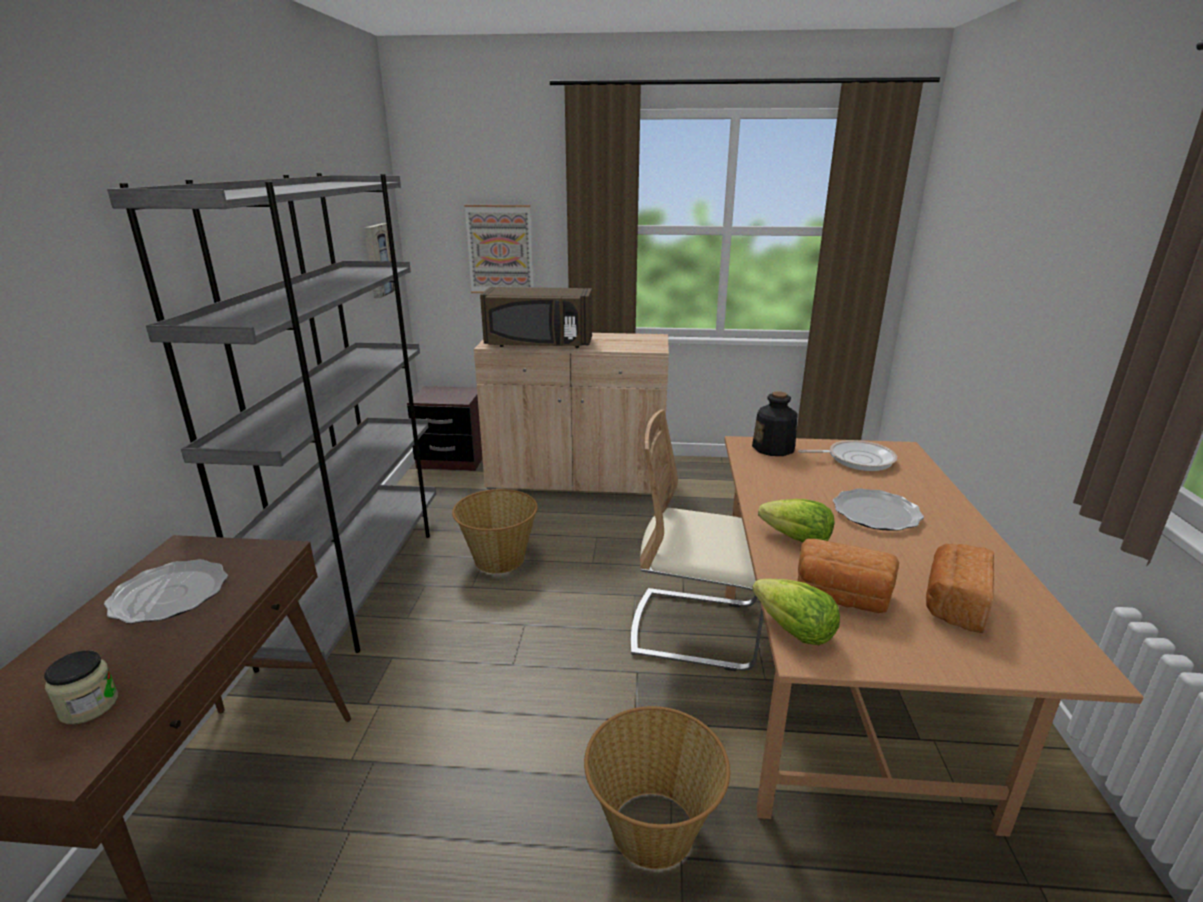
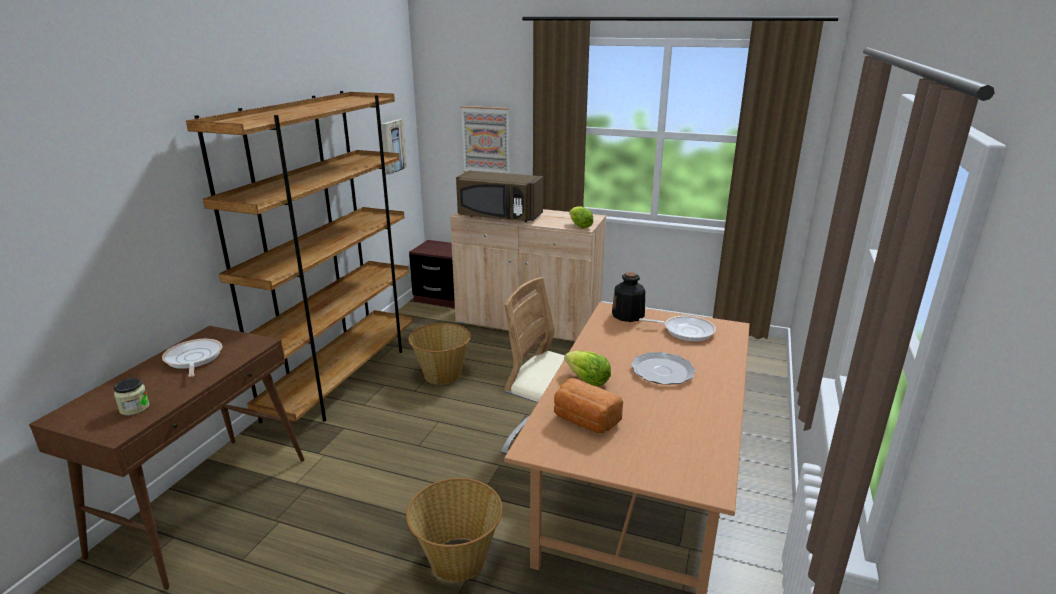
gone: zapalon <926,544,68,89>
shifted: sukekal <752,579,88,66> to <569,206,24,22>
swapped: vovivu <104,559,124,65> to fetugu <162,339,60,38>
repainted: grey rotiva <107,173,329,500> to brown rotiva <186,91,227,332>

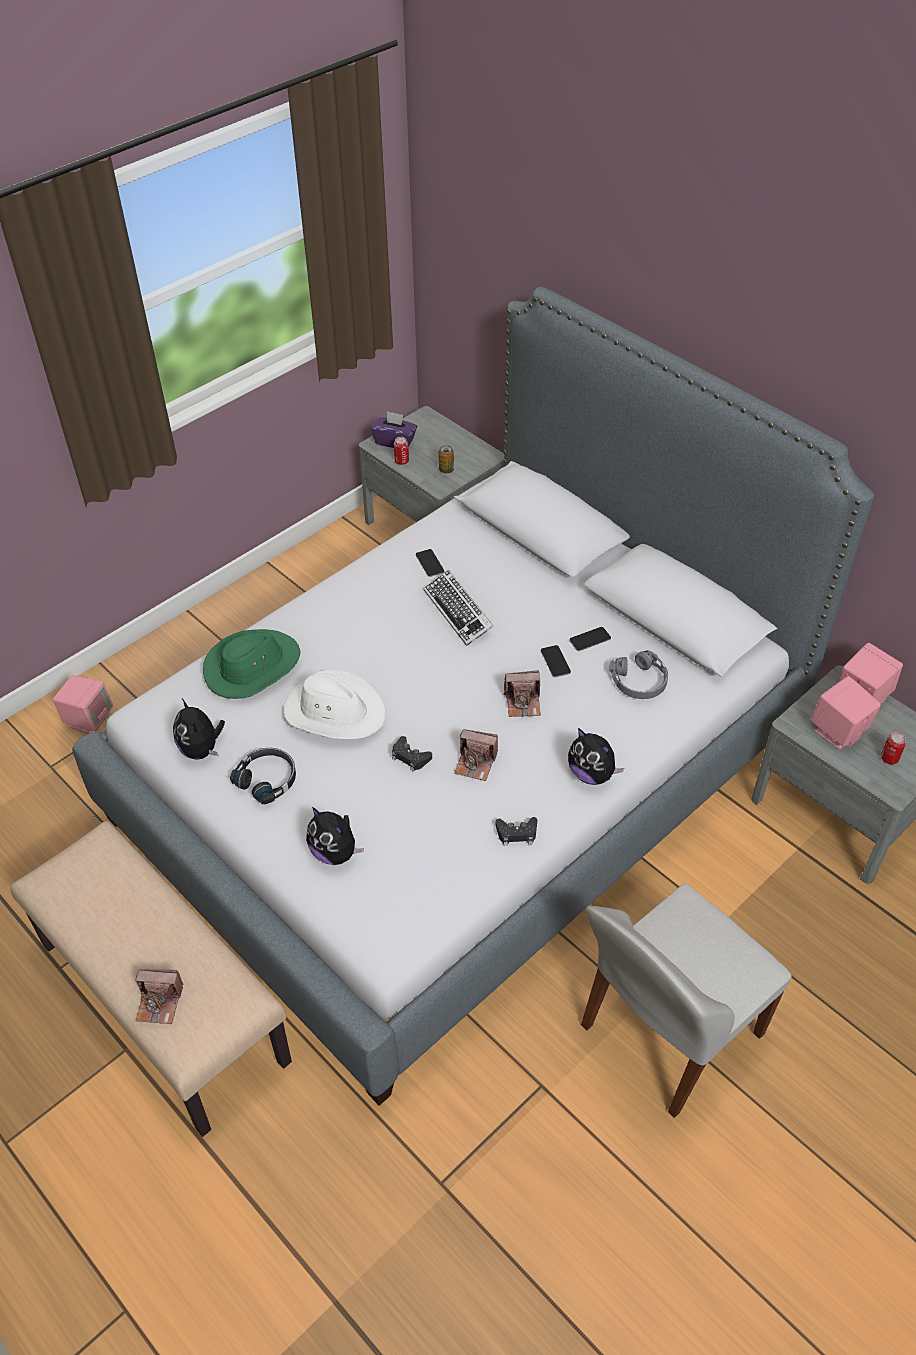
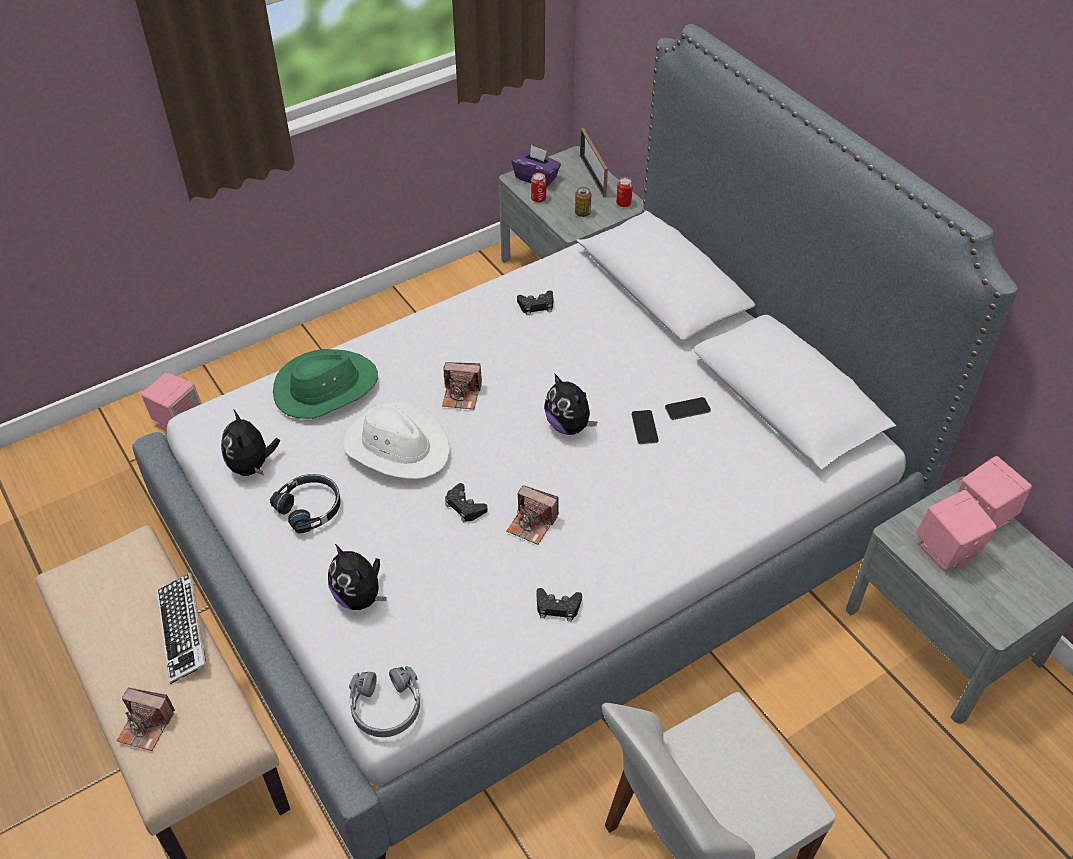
new: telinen <580,128,28,70>
shifted: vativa <423,570,71,76> to <157,573,51,111>; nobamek <503,670,38,47> to <442,362,40,48>; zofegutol <568,728,56,57> to <544,373,53,62>; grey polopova <609,650,59,49> to <349,666,71,71>; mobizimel <881,732,25,32> to <616,177,17,30>
swapped: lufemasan <416,549,28,28> to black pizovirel <517,290,36,25>

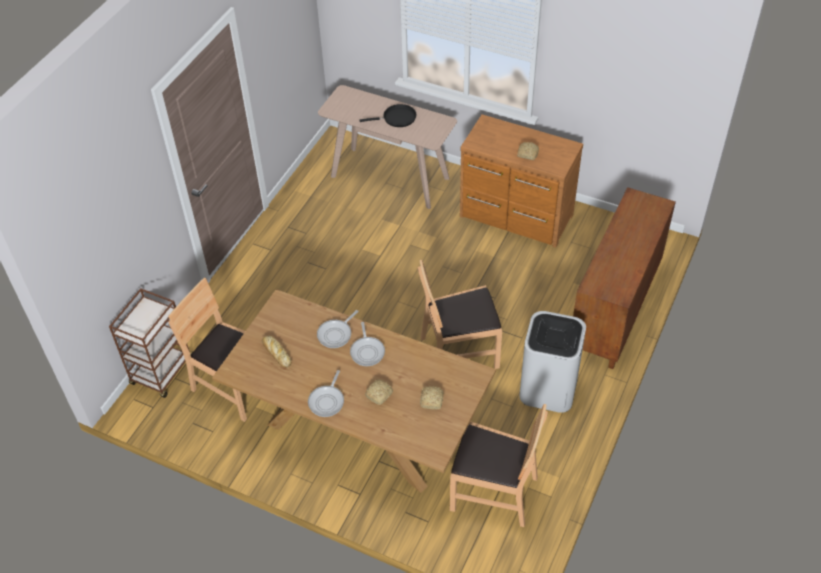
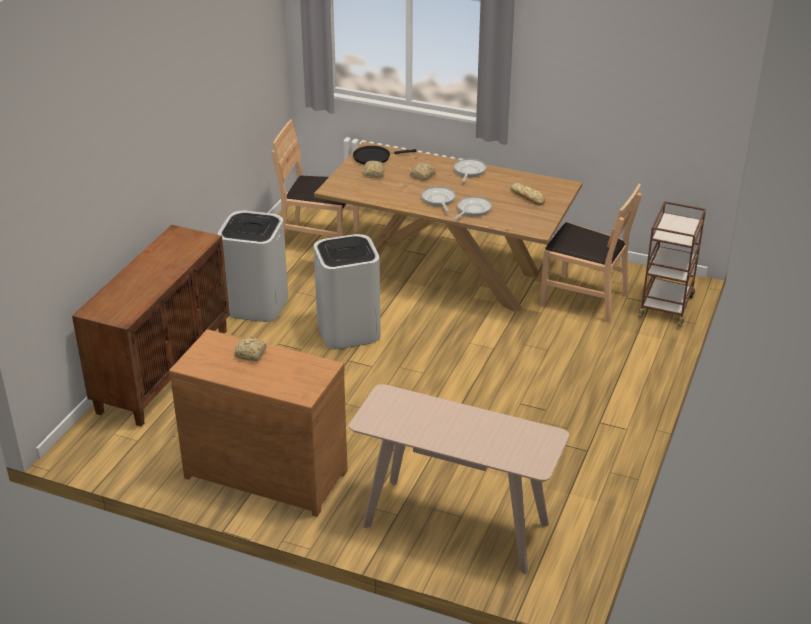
shifted: black fetugu <359,104,57,23> to <353,146,63,19>
swapped: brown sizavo <418,259,84,110> to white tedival <313,234,68,115>

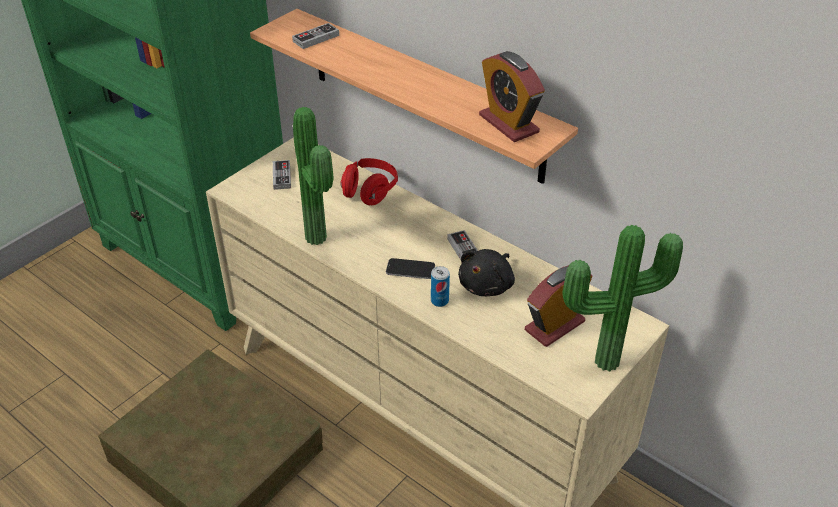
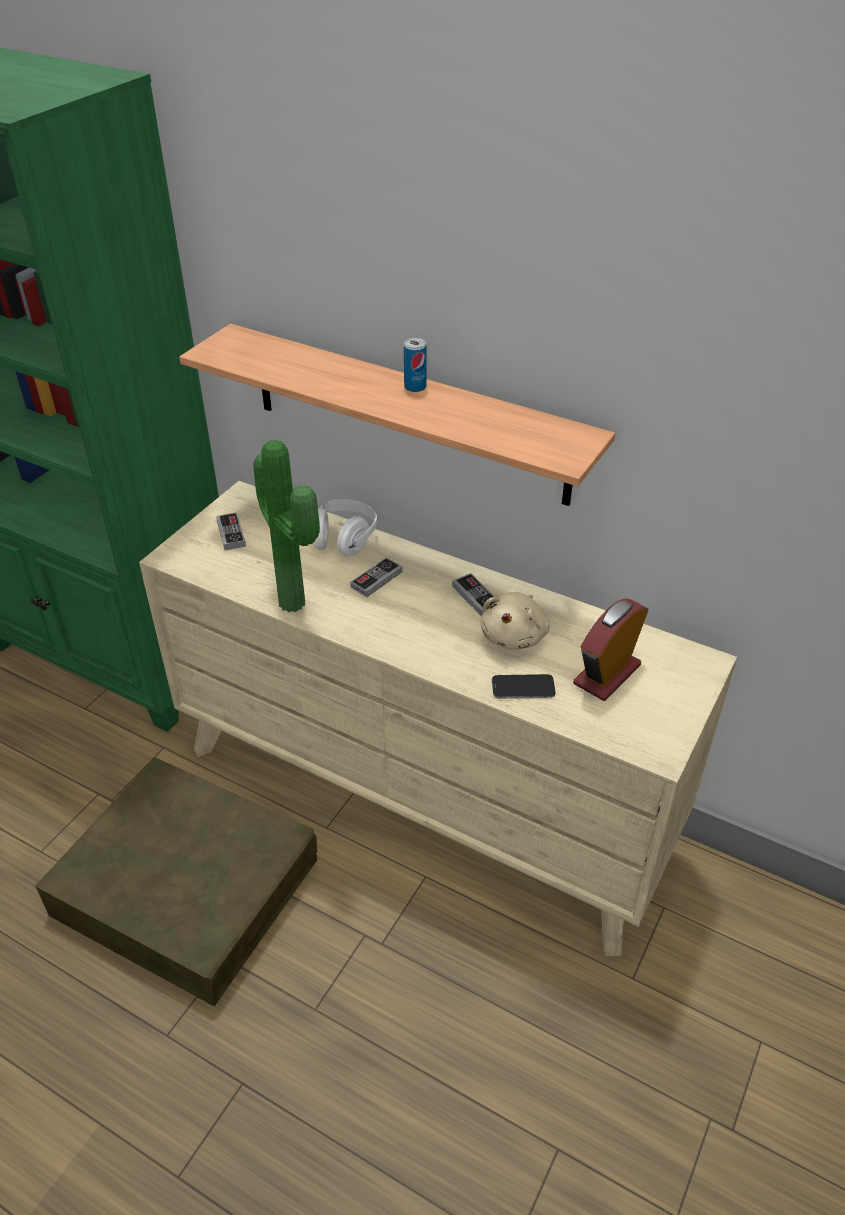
gone: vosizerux <479,51,66,91>; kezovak <562,225,121,146>
shifted: pizovirel <292,23,47,26> to <350,557,52,40>; lufemasan <386,258,49,21> to <492,674,64,25>; mobizimel <431,266,19,41> to <404,338,23,54>
repainted: red polopova <340,158,58,47> to white polopova <314,499,64,57>; black zofegutol <458,249,57,47> to beige zofegutol <480,592,70,58>

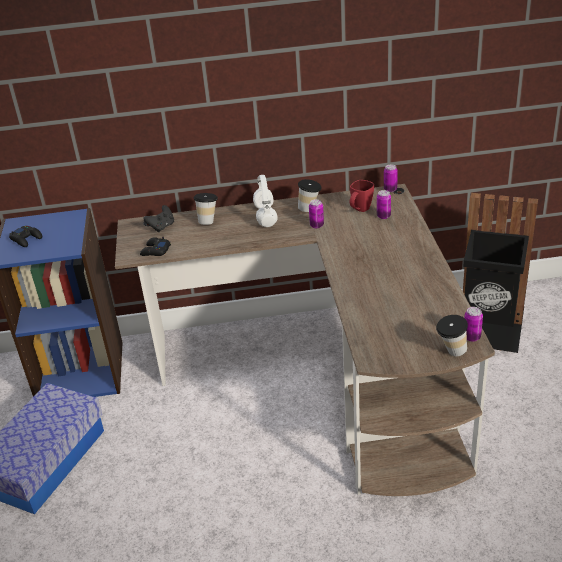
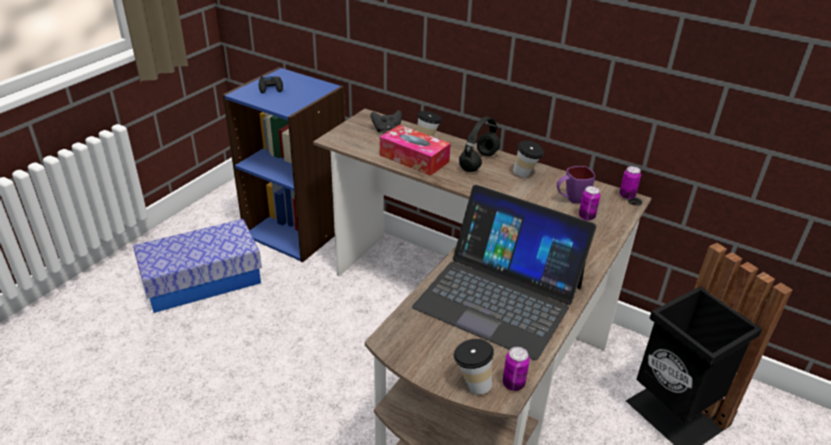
gone: black pizovirel <140,237,31,19>; mobizimel <309,199,15,29>
new: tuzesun <380,125,71,51>; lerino <412,185,185,175>
repainted: white polopova <253,175,25,52> to black polopova <459,117,41,55>; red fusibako <350,180,24,32> to purple fusibako <557,166,38,37>

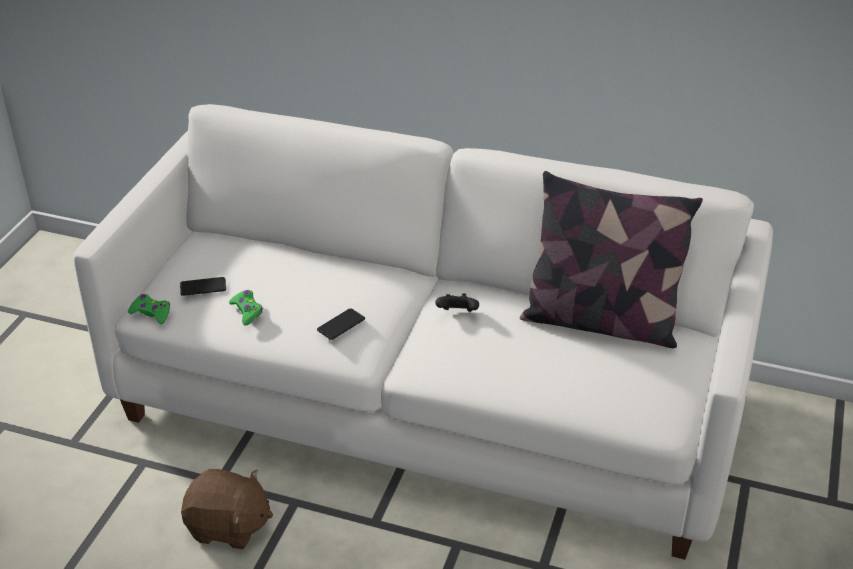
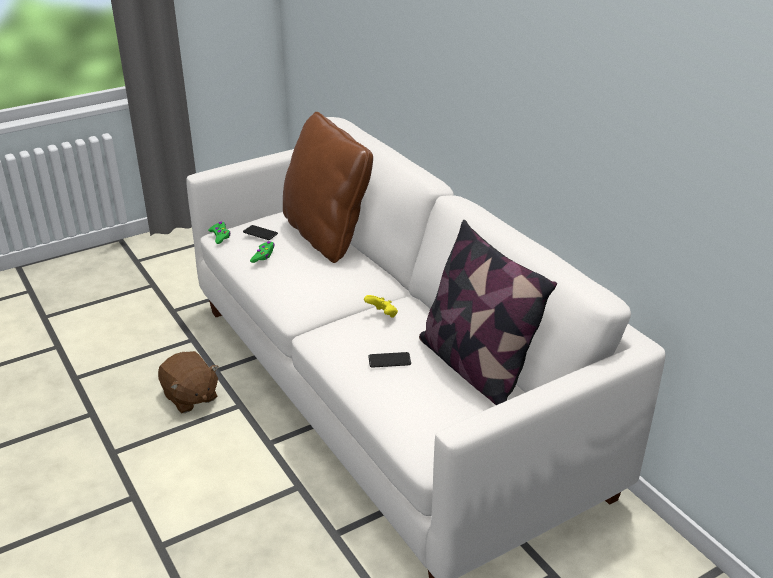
new: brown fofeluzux <283,112,90,151>
shifted: lufemasan <317,308,48,32> to <368,352,43,16>
repainted: black pizovirel <436,294,43,18> to yellow pizovirel <364,295,34,23>

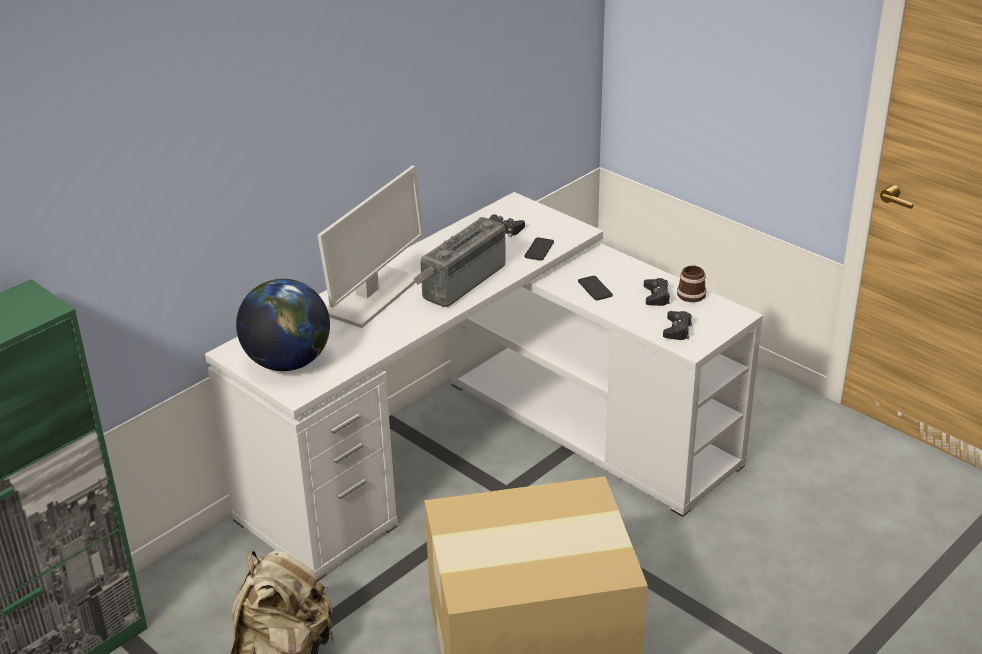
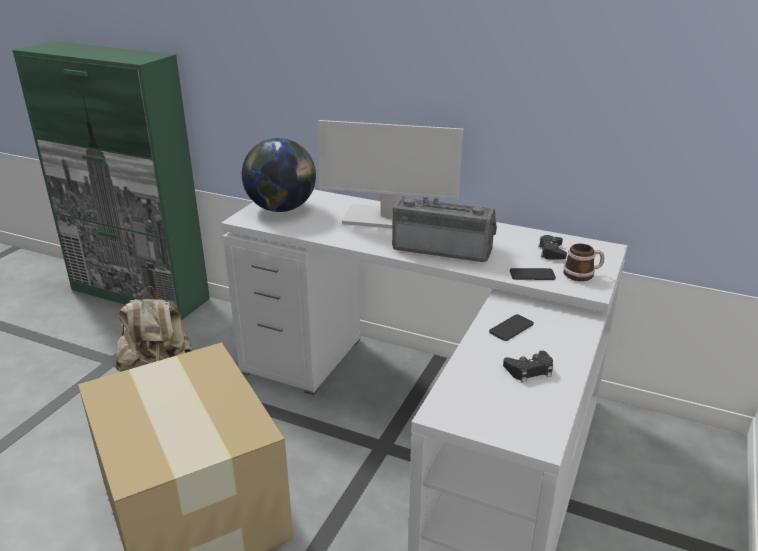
gone: black pizovirel <663,311,29,29>
shifted: fusibako <677,264,30,38> to <563,244,42,37>

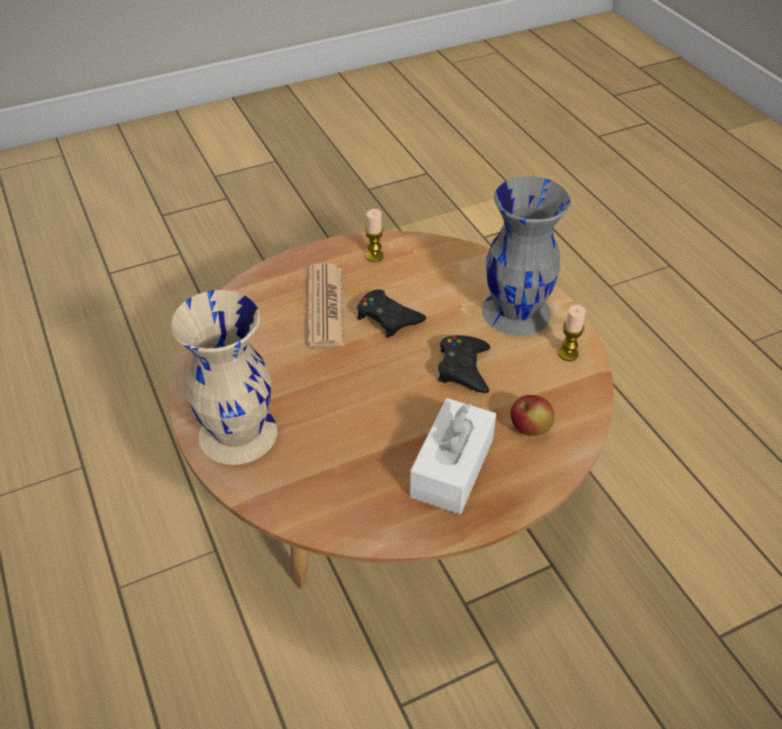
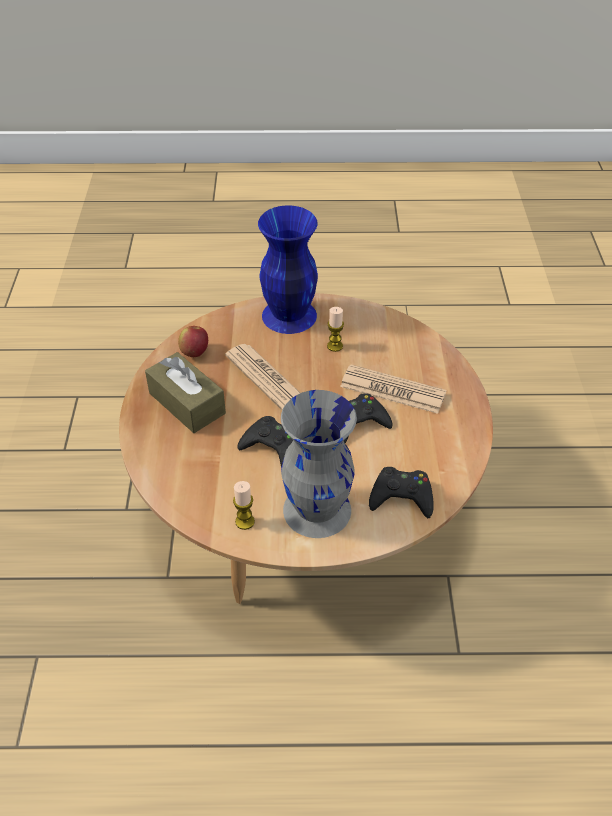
new: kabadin <225,344,75,66>; black pizovirel <369,467,65,51>
shifted: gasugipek <365,209,19,53> to <327,307,17,45>; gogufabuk <510,395,44,41> to <178,326,30,31>
repainted: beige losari <171,290,106,175> to blue losari <258,206,60,128>; white tuzesun <410,398,86,117> to brown tuzesun <145,352,81,81>

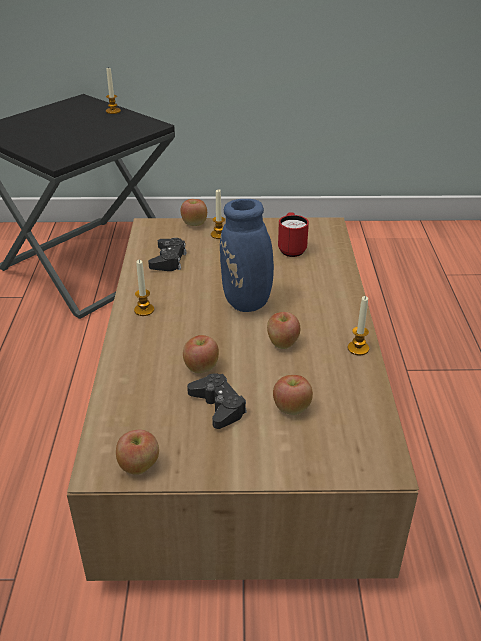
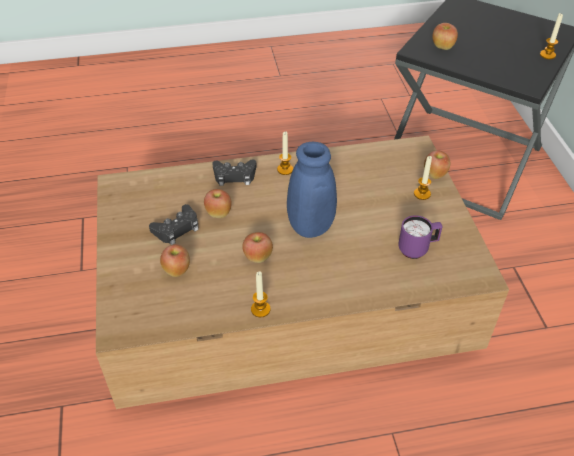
shifted: gogufabuk <116,429,43,46> to <432,23,26,27>; black pizovirel <148,238,39,33> to <212,159,45,27>
repainted: red fusibako <278,212,31,45> to purple fusibako <398,215,44,44>

